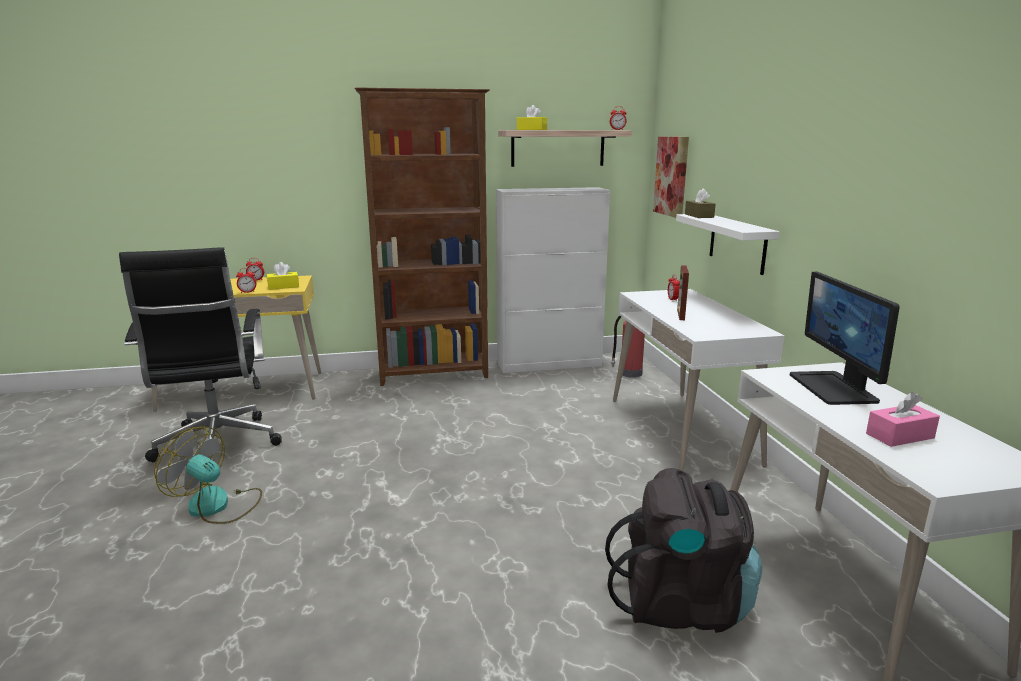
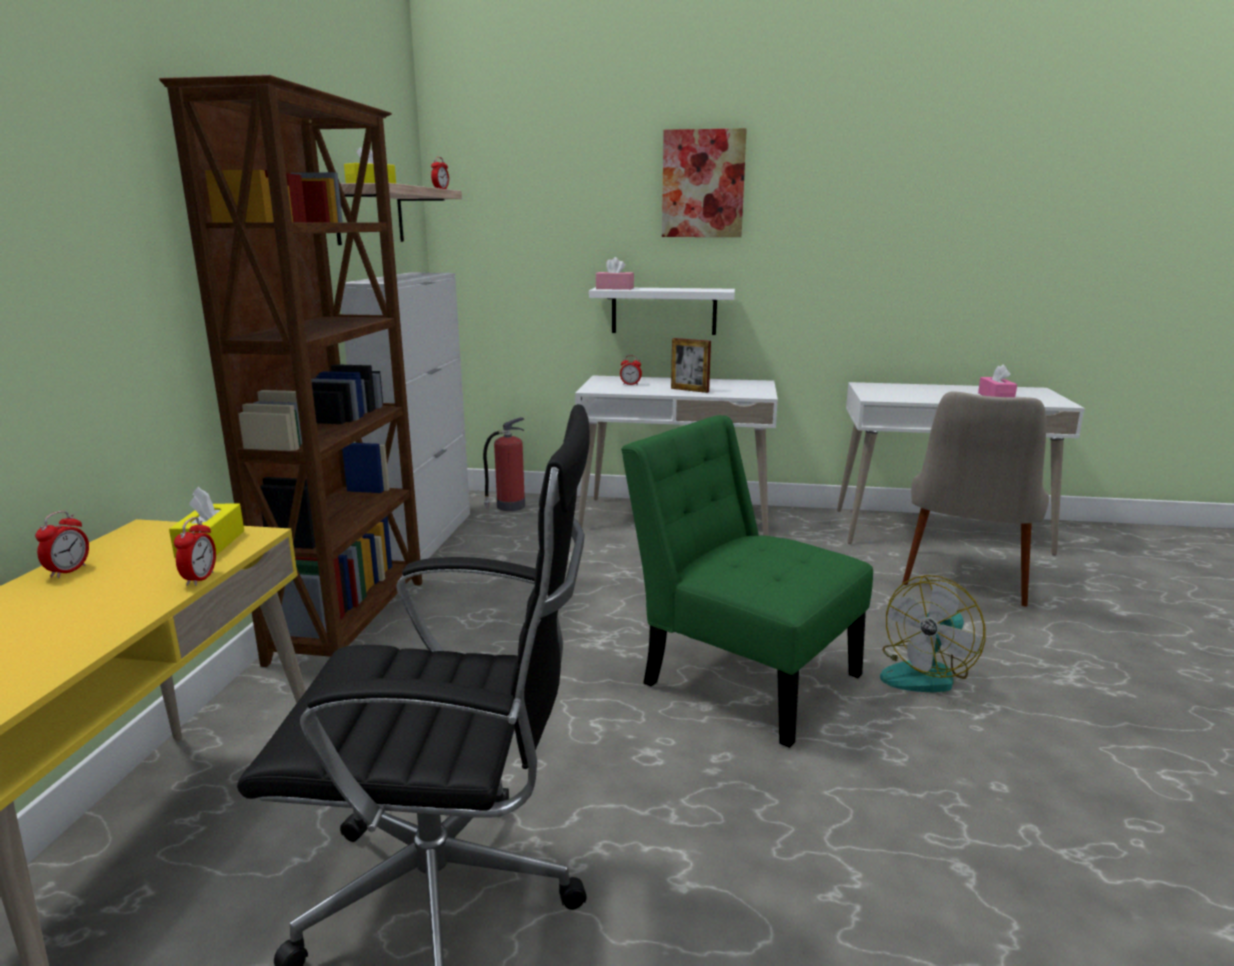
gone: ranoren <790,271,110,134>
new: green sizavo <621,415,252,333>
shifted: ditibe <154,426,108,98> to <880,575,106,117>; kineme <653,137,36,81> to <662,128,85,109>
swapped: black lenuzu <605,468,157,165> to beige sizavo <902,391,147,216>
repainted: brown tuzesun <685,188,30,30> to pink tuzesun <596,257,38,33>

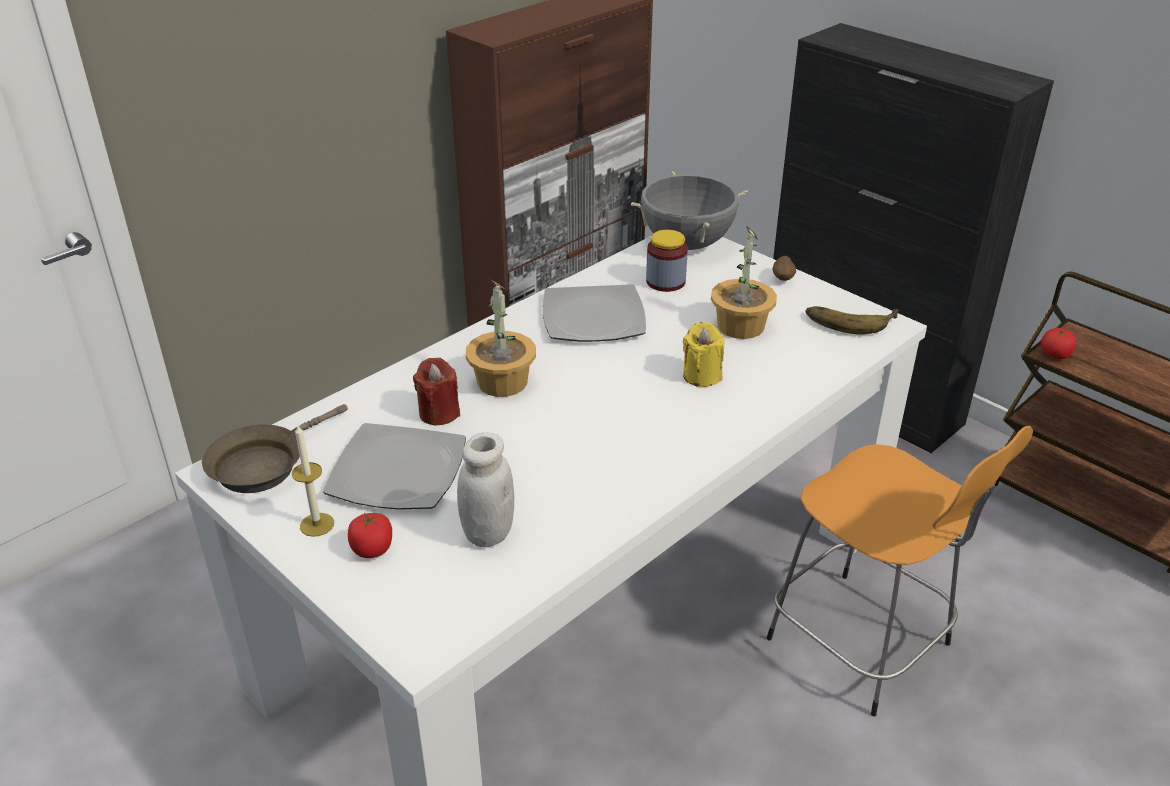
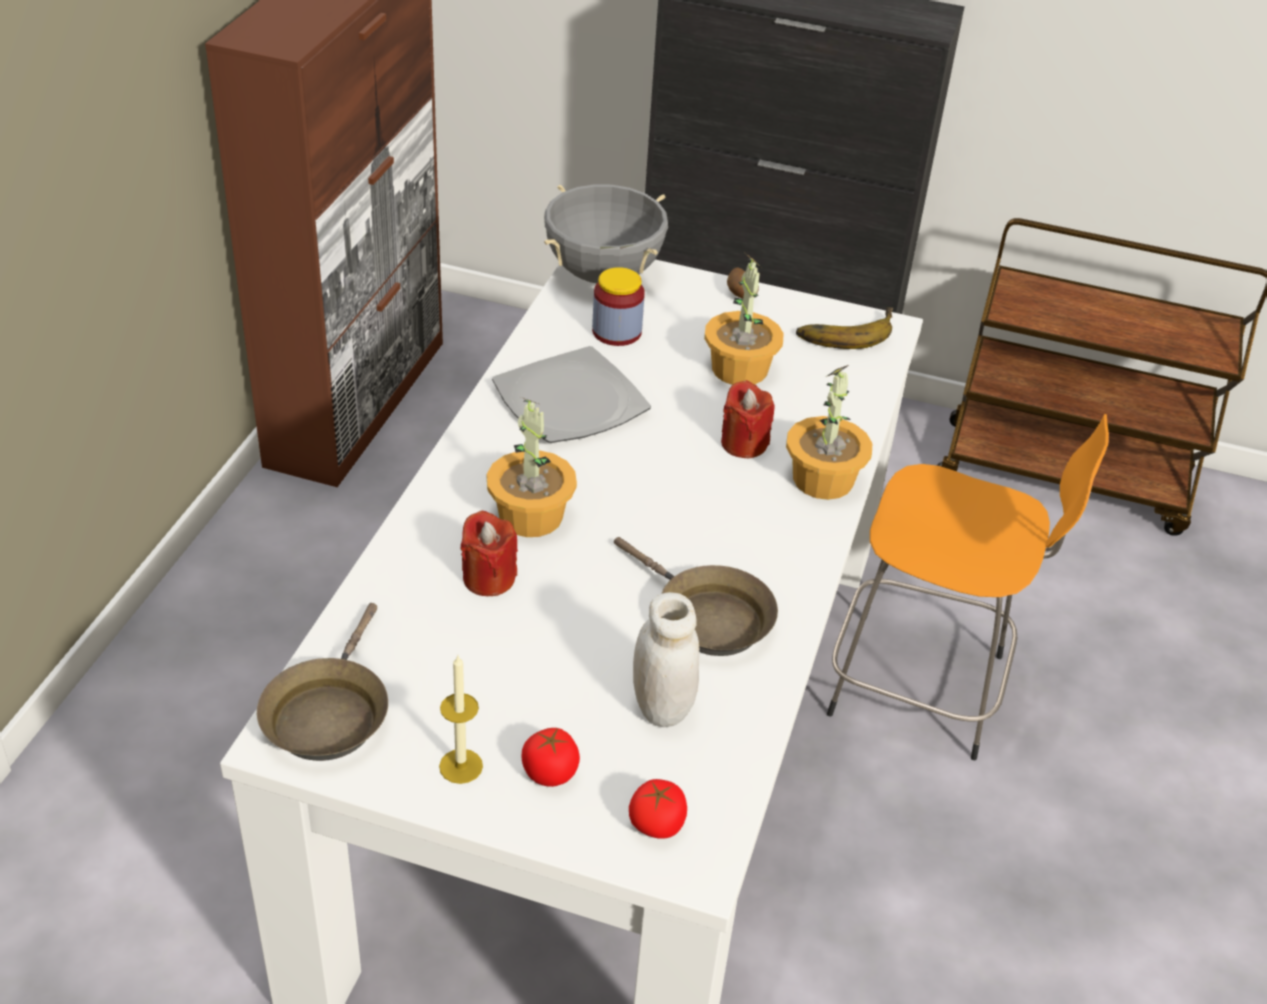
gone: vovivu <323,423,143,87>
new: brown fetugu <614,537,164,119>; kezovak <786,365,86,135>
shifted: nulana <1041,328,35,31> to <629,779,58,60>
repainted: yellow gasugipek <683,322,42,65> to red gasugipek <721,381,54,77>

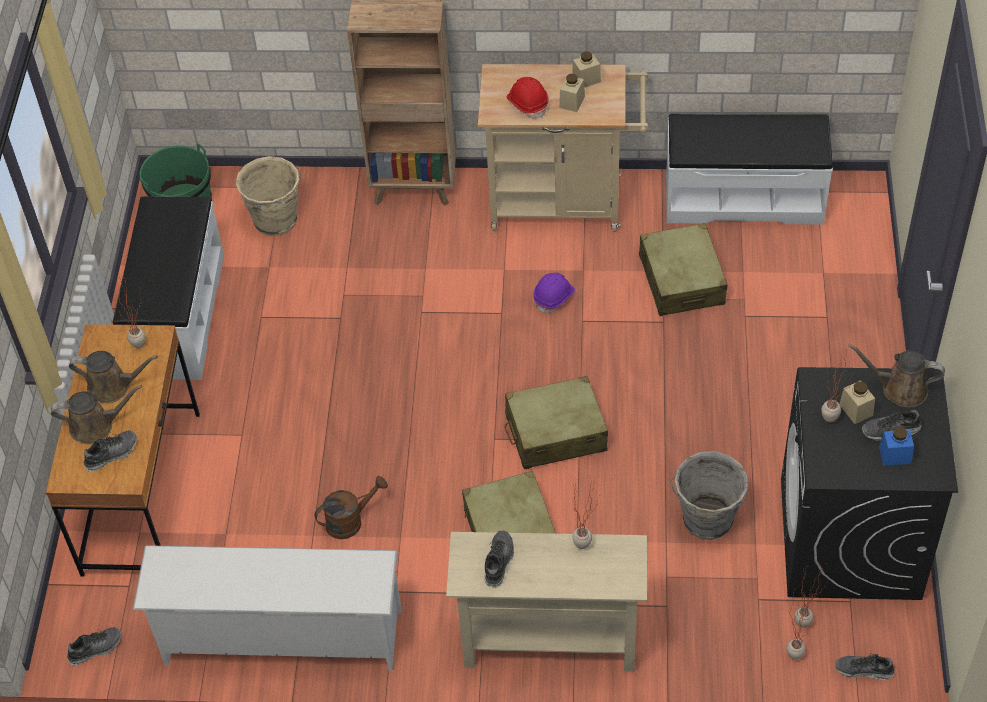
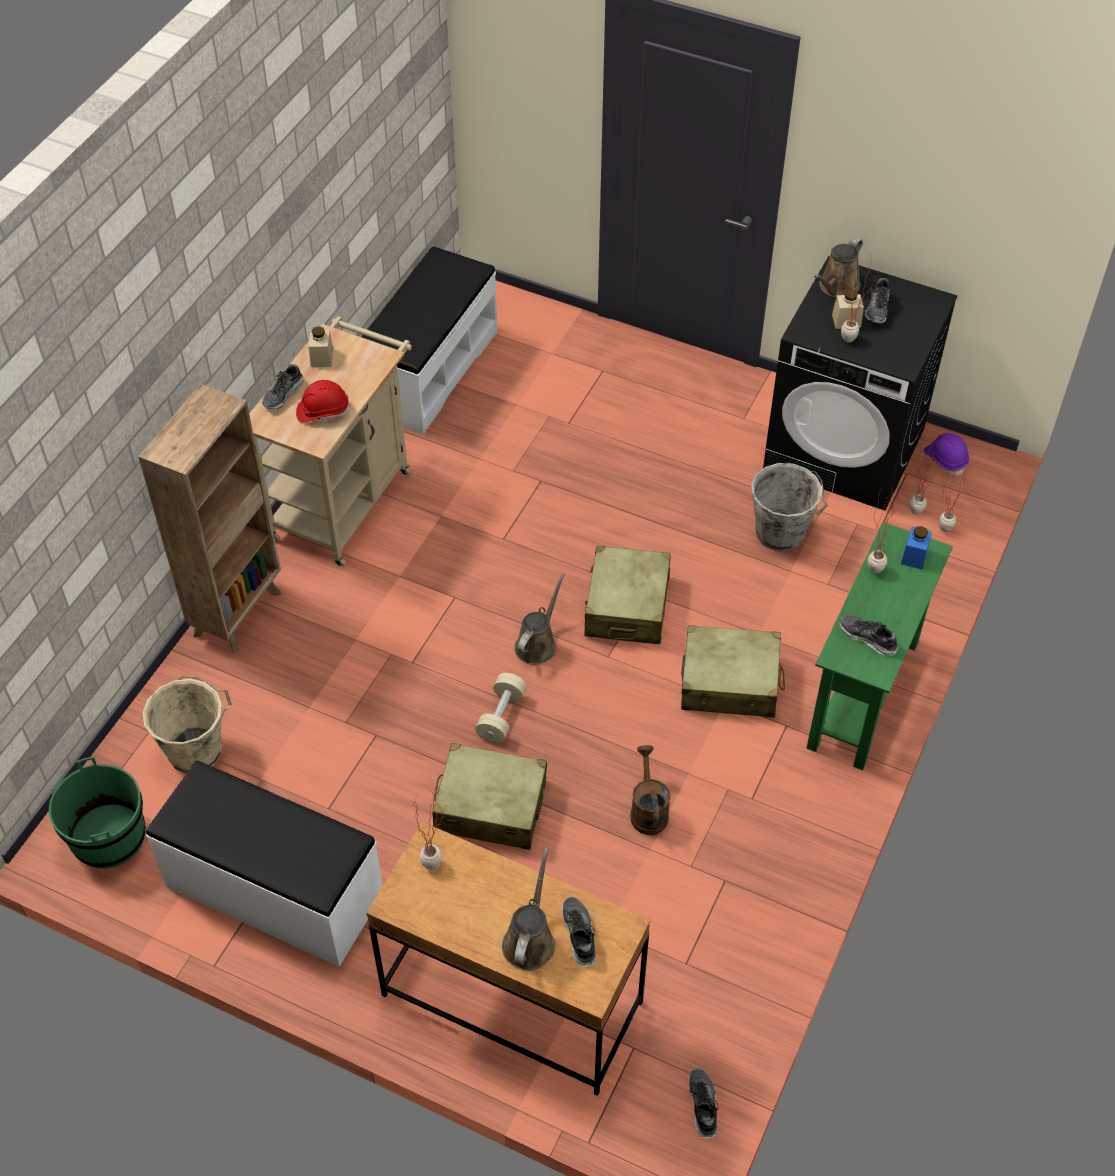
gone: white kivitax <133,545,269,126>; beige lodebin <559,74,26,38>
new: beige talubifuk <475,673,52,70>
shifted: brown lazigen <69,351,89,53> to <514,574,51,91>; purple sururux <533,273,42,41> to <924,433,45,42>; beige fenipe <639,223,89,93> to <432,743,115,107>; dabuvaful <835,654,60,26> to <262,364,42,45>; blue lodebin <879,427,35,39> to <901,526,31,44>
repainted: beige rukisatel <446,532,201,140> to green rukisatel <807,522,146,248>

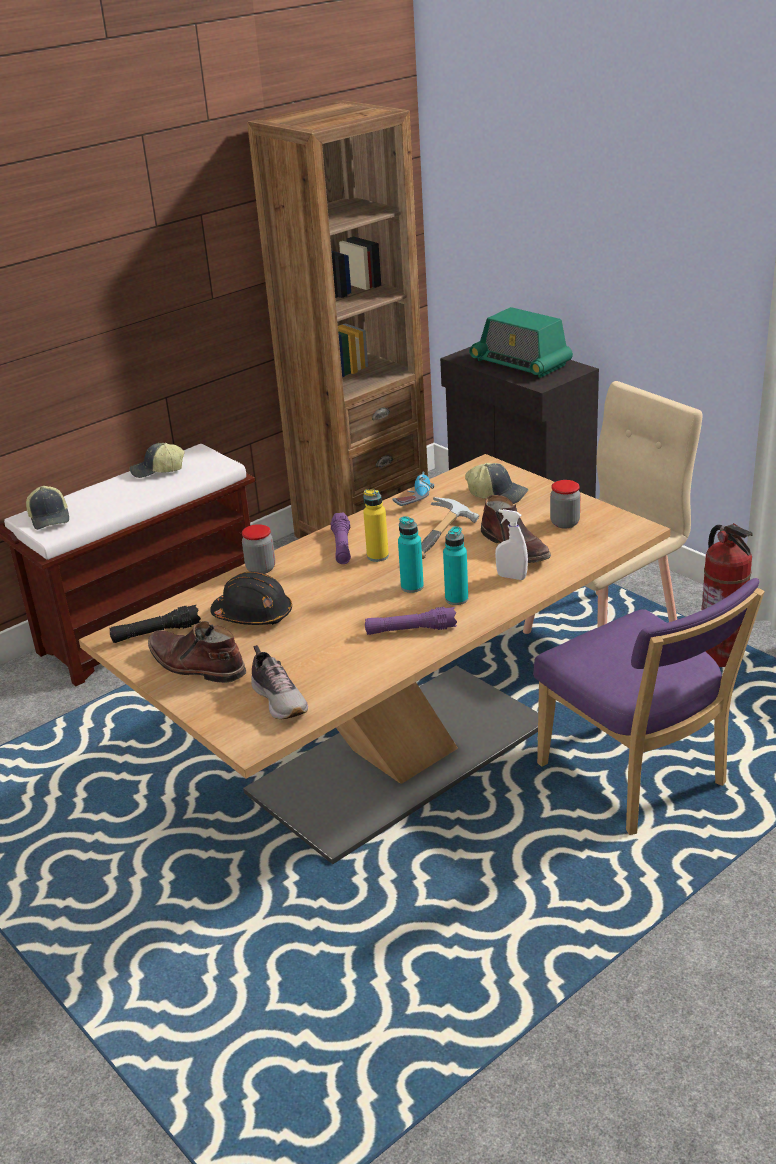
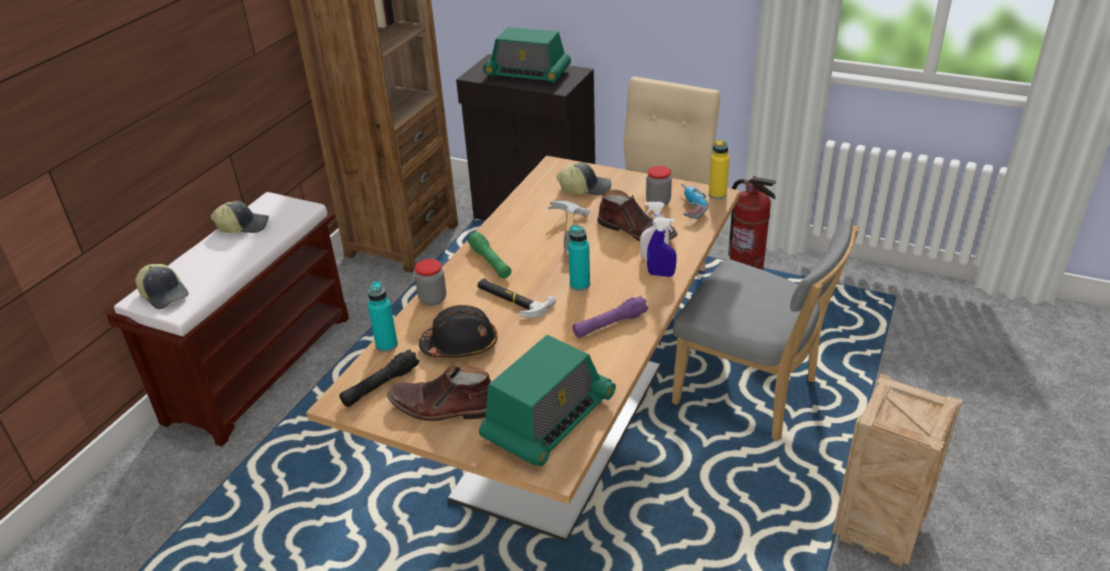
new: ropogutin <477,278,79,40>; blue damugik <647,217,30,60>; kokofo <832,374,130,192>
shifted: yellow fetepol <363,489,26,73> to <709,140,21,59>; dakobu <392,471,42,35> to <681,183,28,36>; turquoise fetepol <443,526,25,79> to <368,281,30,71>
swapped: dabuvaful <251,645,57,74> to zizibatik <479,335,137,131>
repainted: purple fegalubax <330,512,21,52> to green fegalubax <467,231,44,48>; purple sizavo <533,578,231,257> to grey sizavo <672,218,187,224>
rotated: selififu <130,443,55,35> = <211,201,58,32> 150 degrees counterclockwise

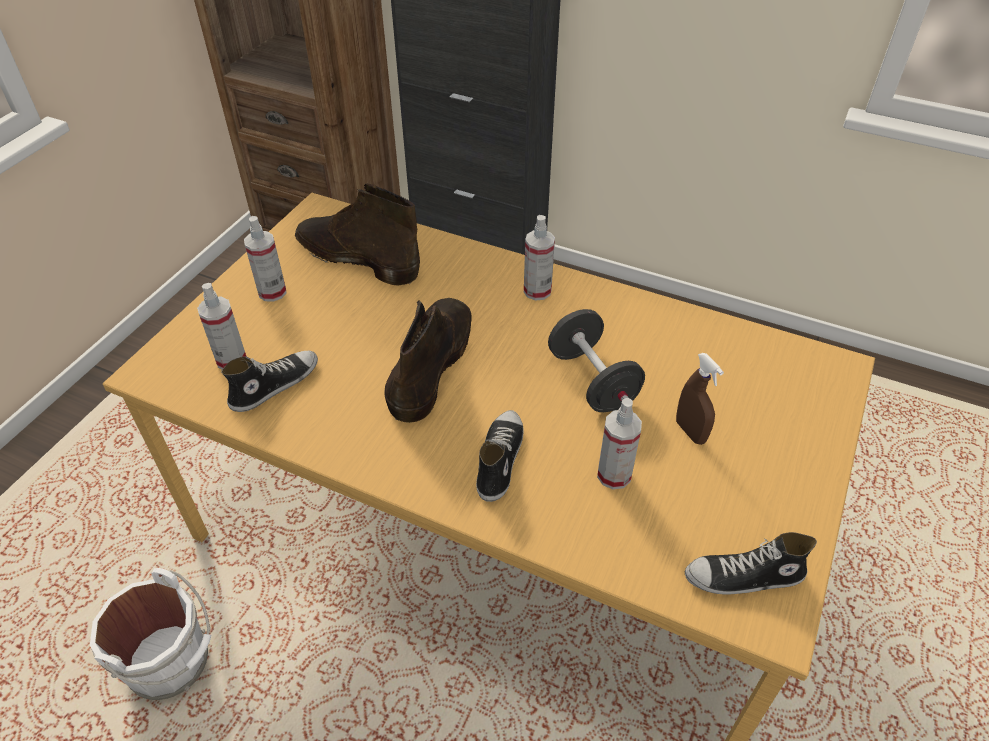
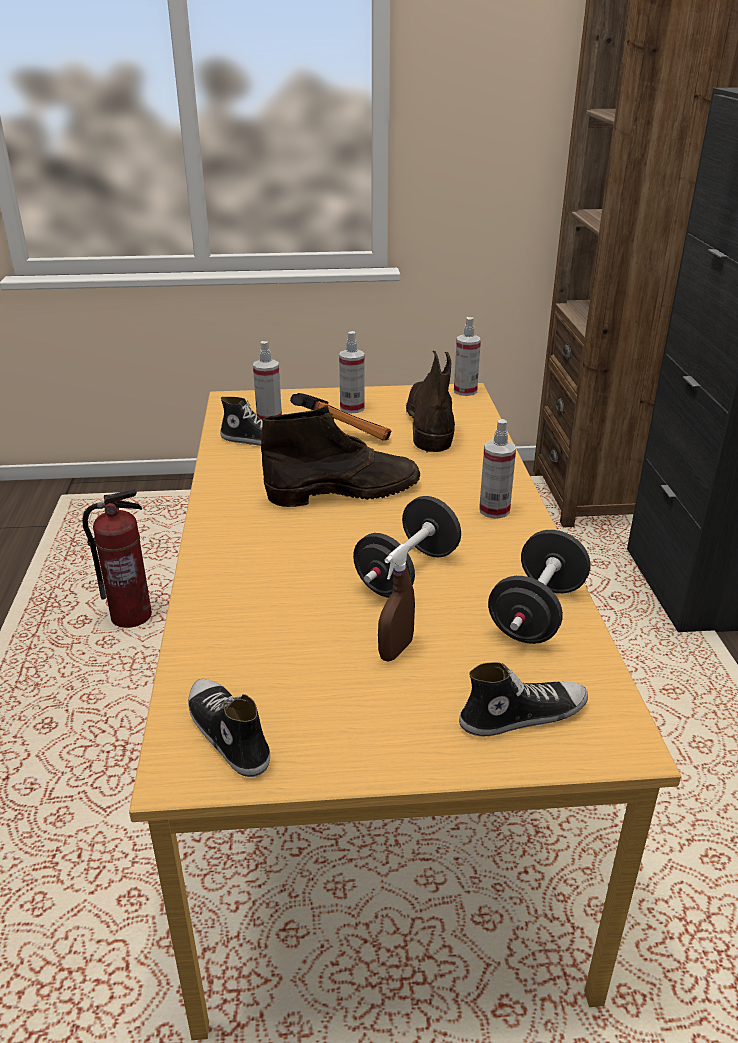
new: ropogutin <290,393,101,47>; black talubifuk <488,530,103,114>
shifted: dabuvaful <476,410,48,92> to <459,662,129,74>; damugik <597,398,45,91> to <454,317,27,79>
swapped: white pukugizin <90,568,121,132> to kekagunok <82,489,70,139>

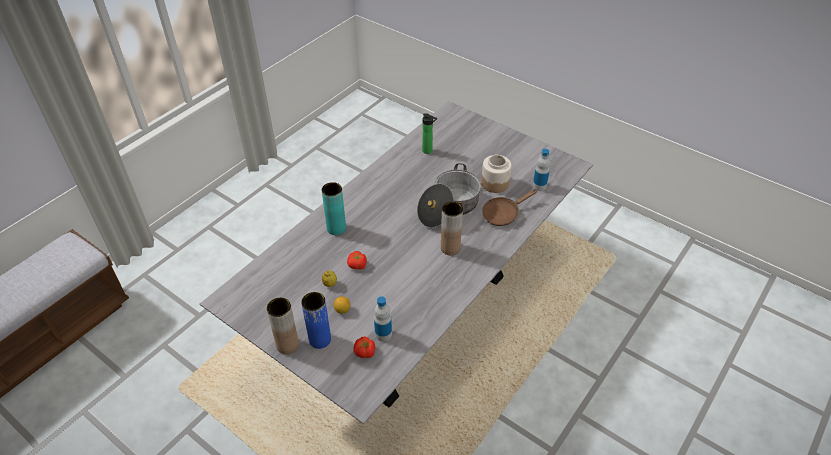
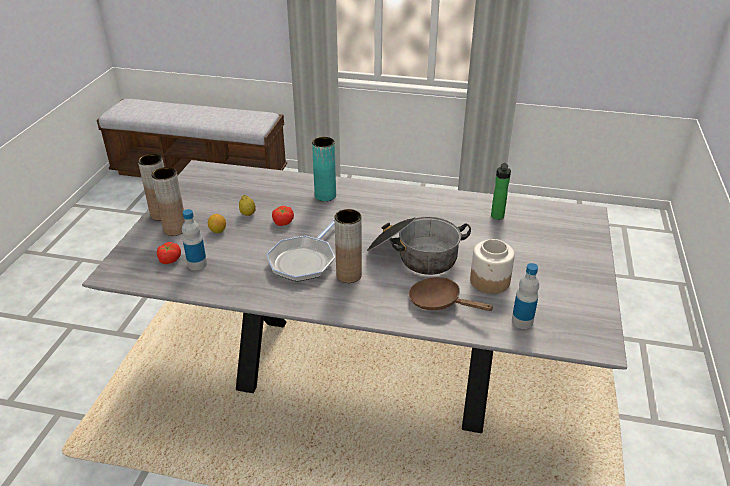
new: fetugu <267,219,68,63>
repainted: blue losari <301,292,30,57> to brown losari <151,167,34,69>

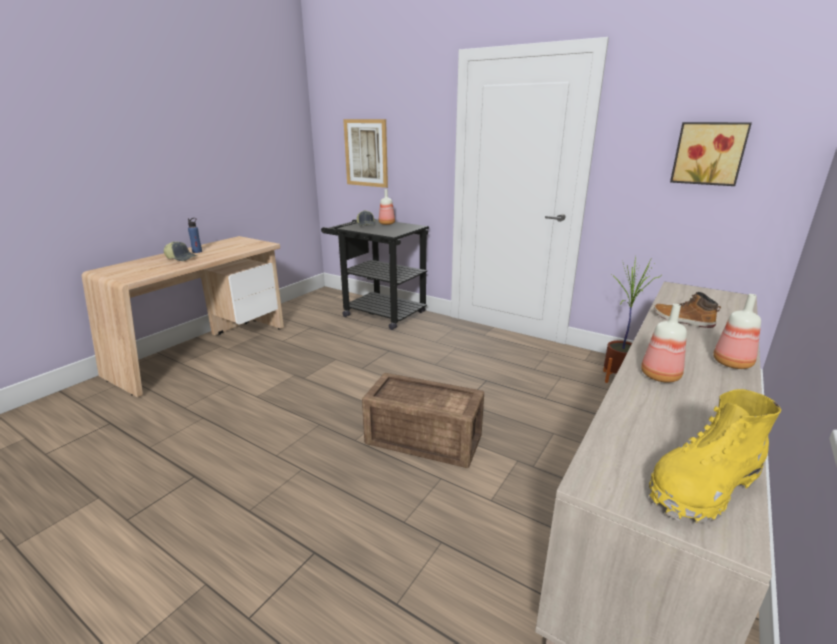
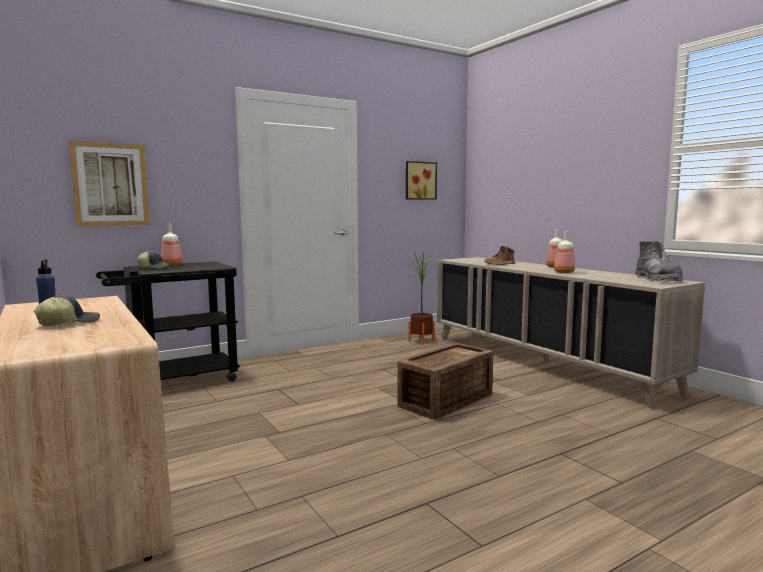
repainted: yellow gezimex <649,389,132,134> to grey gezimex <635,241,48,40>

